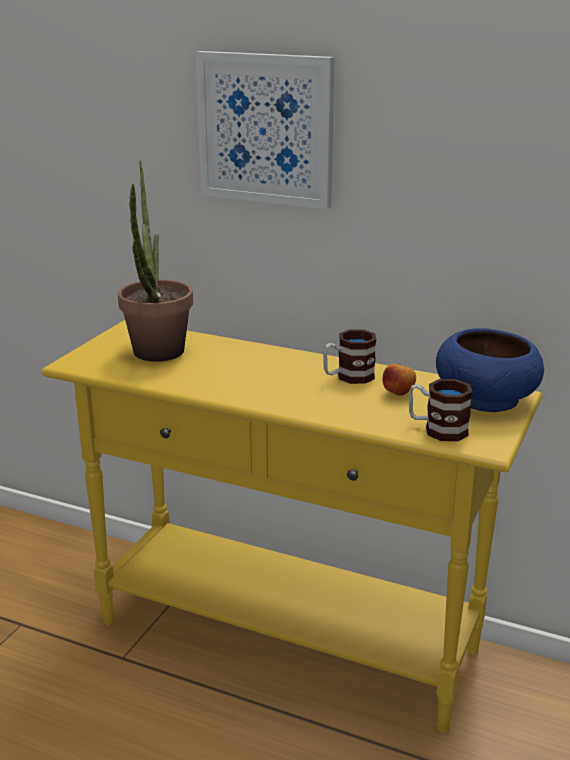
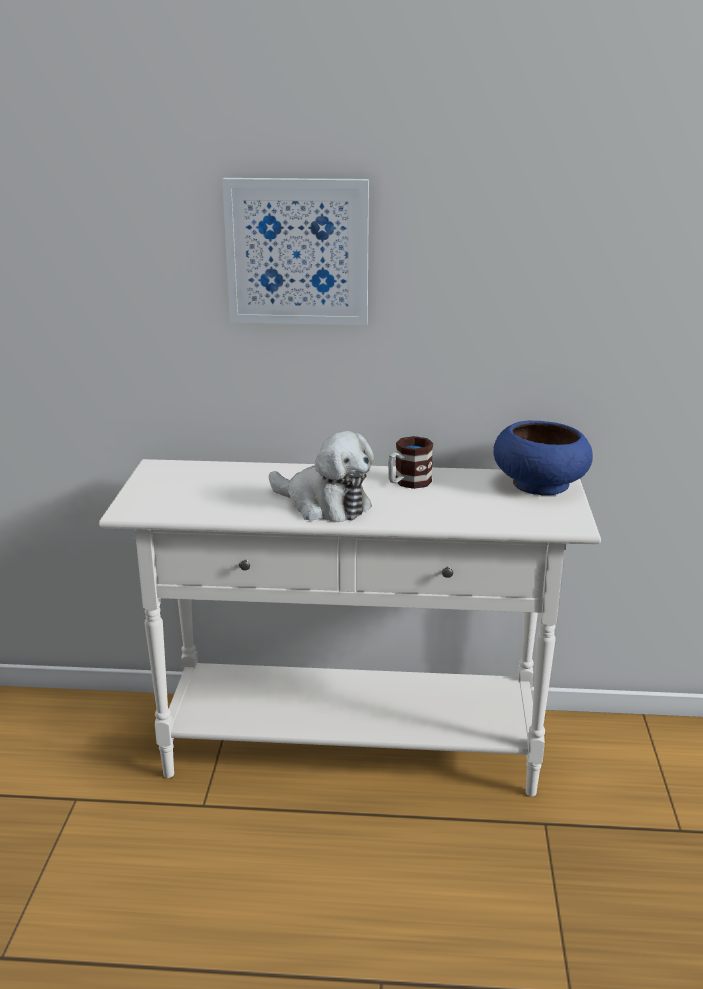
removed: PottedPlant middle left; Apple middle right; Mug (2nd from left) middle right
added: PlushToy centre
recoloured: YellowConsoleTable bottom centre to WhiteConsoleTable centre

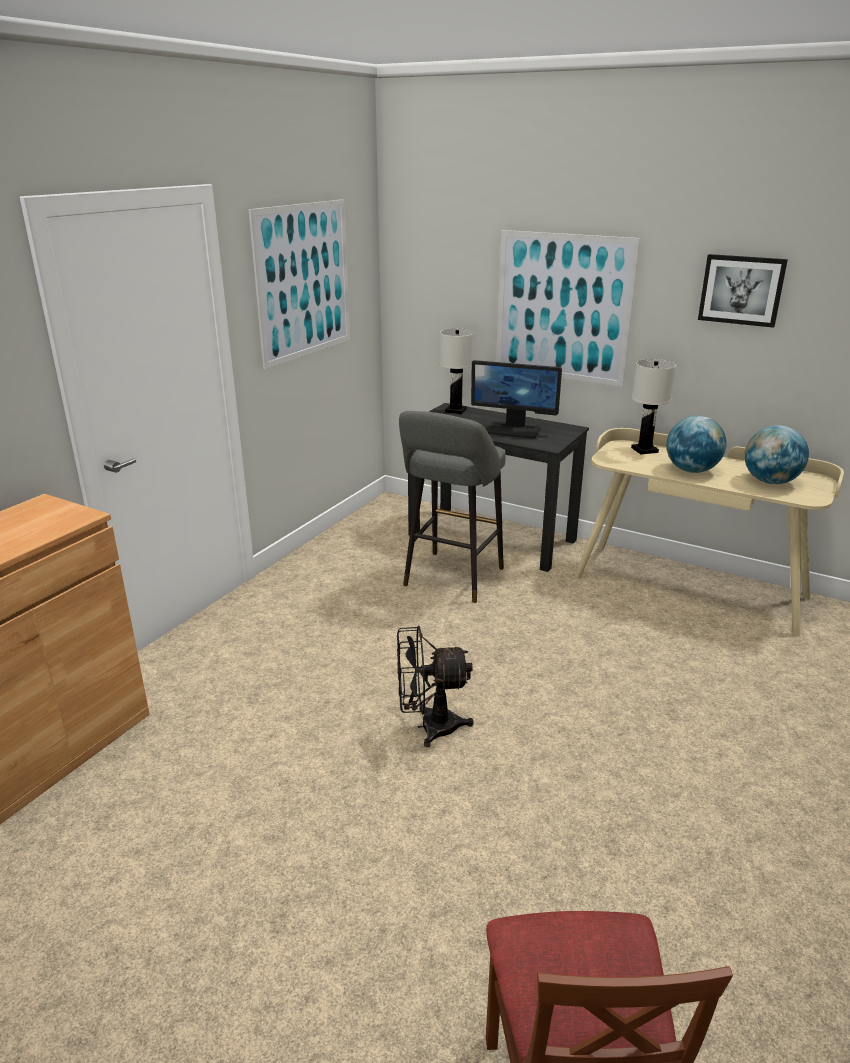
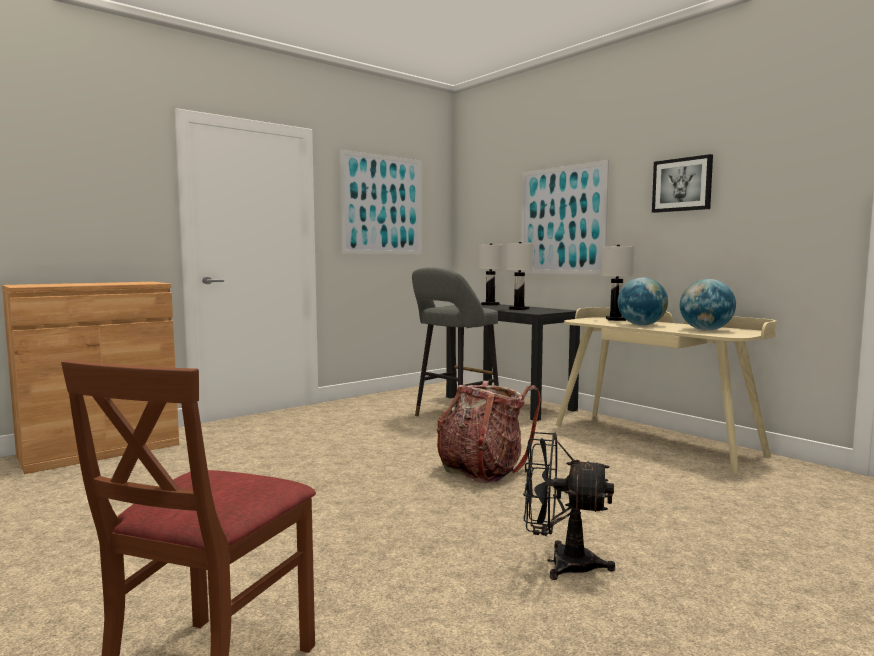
added: Backpack centre
moved: BlackFan centre to bottom centre
replaced: Monitor centre to WhiteTableLamp (2nd from left) centre

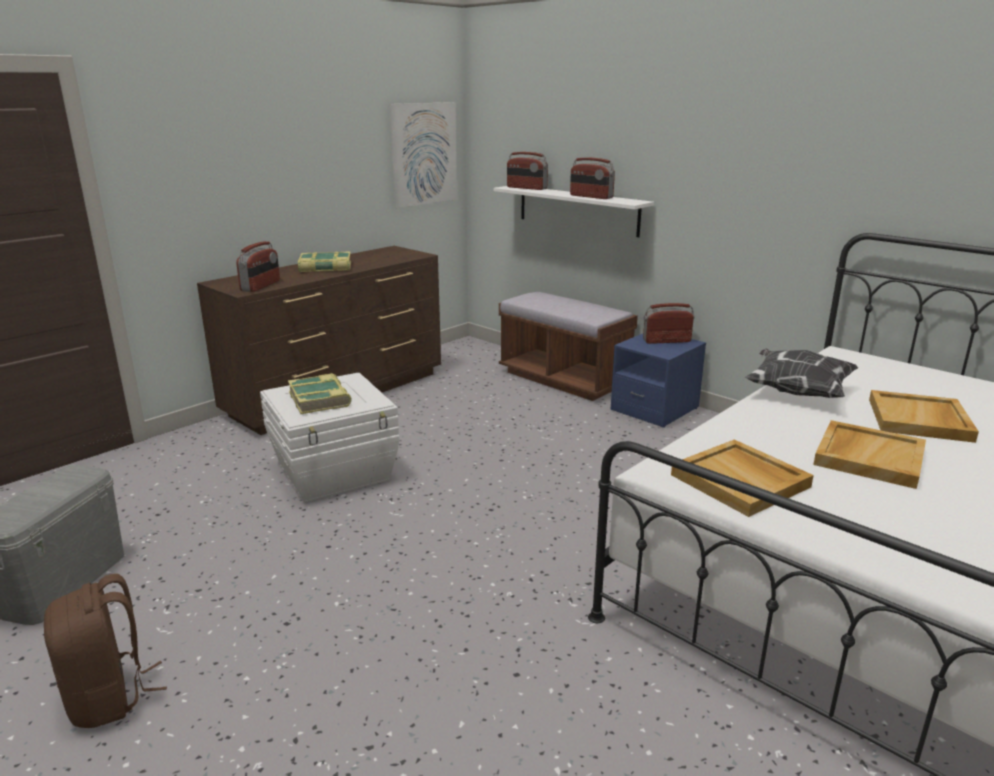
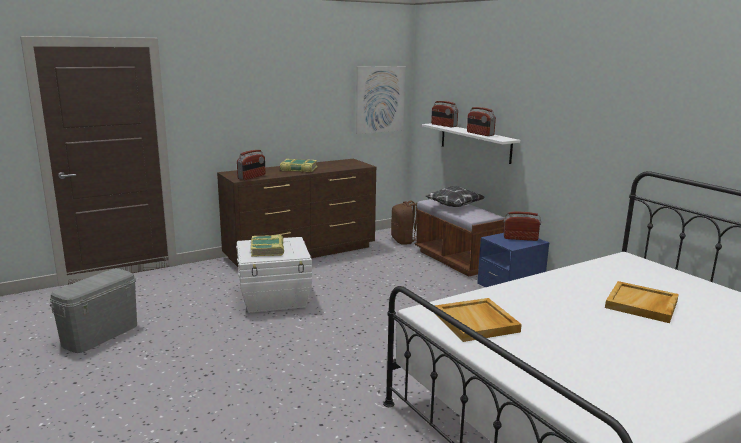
removed: BeigeTray (2nd from left) middle right
moved: BrownBackpack bottom left to centre; Pillow middle right to centre

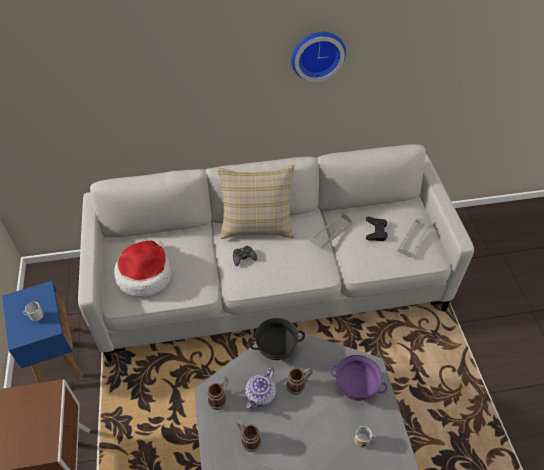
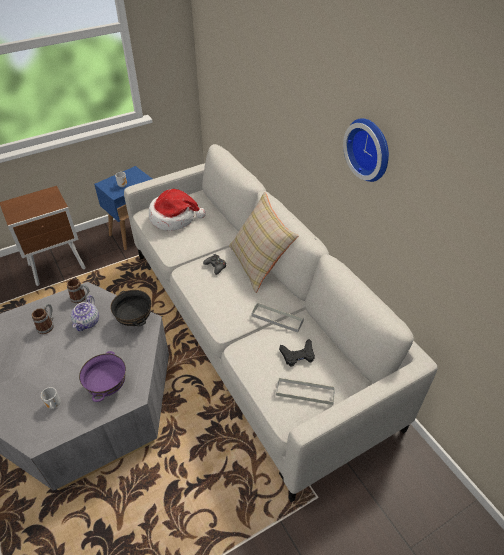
removed: Mug (4th from left) bottom centre
turned: Teapot bottom centre = middle left 90 degrees counterclockwise

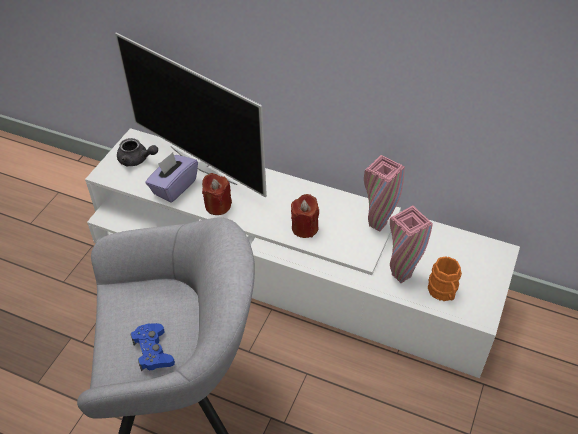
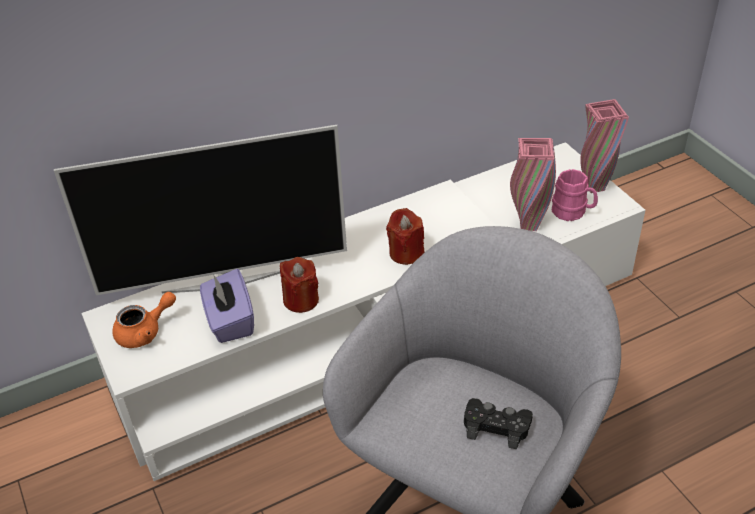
moved: PinkVase (1st from left in the first image) centre to PinkVase (2nd from left) top right
recoloured: GreyTeapot middle left to OrangeTeapot middle left; BlueGameController bottom left to BlackGameController bottom centre; OrangeMug middle right to PinkMug middle right

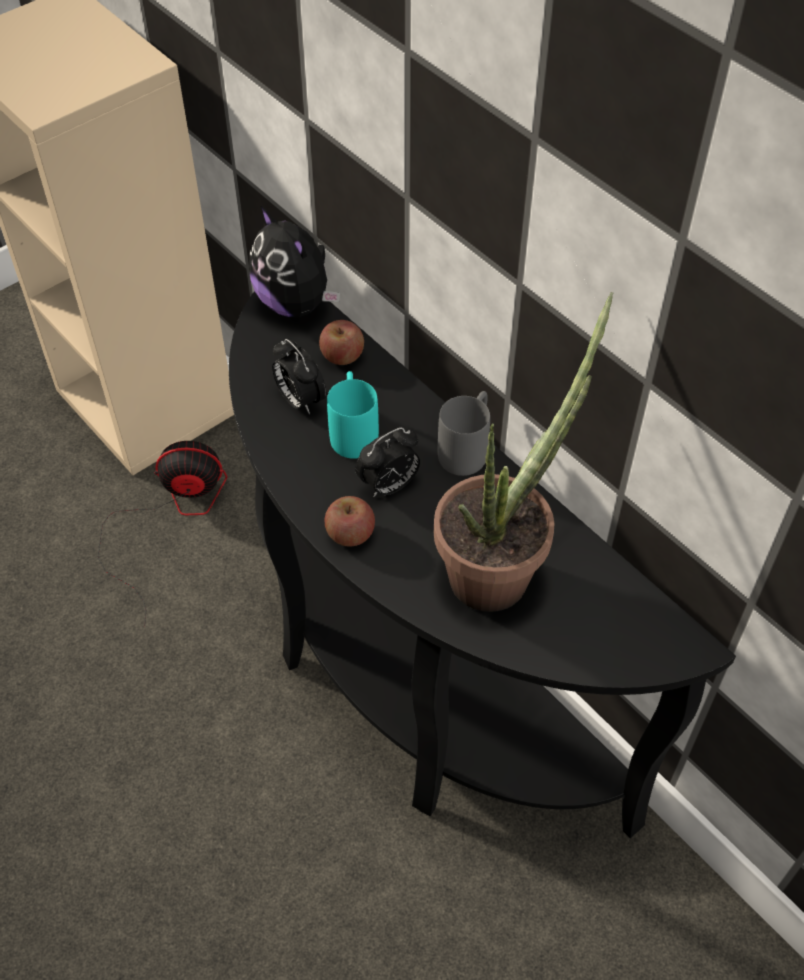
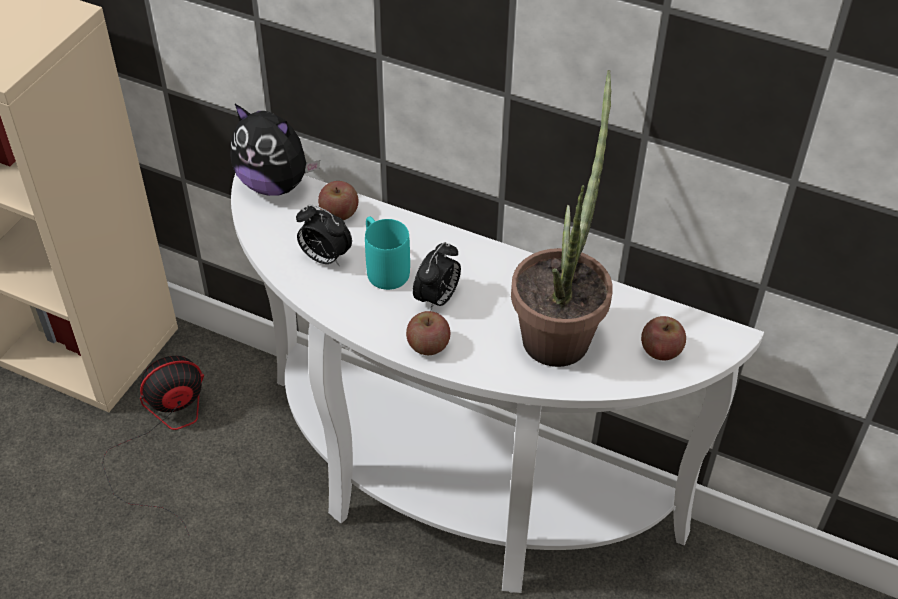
removed: GreyMug centre
added: Apple (3rd from left) middle right
recoloured: BlackConsoleTable centre to WhiteConsoleTable centre

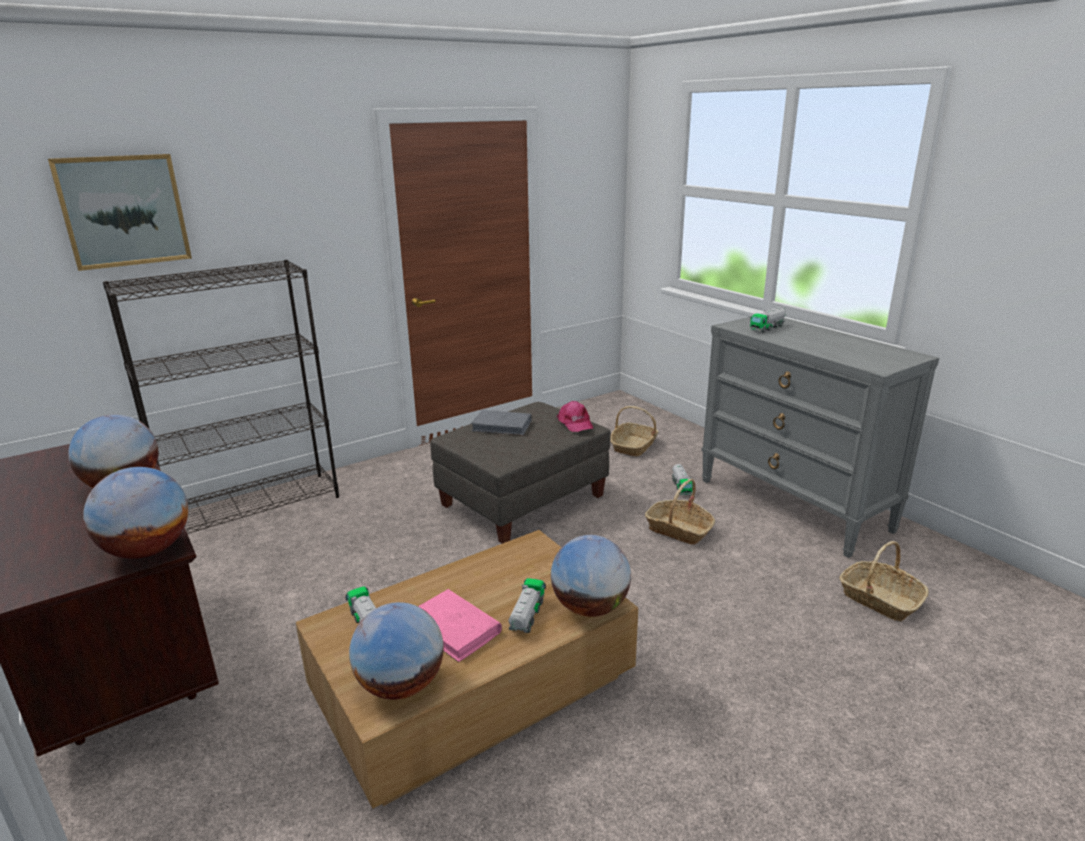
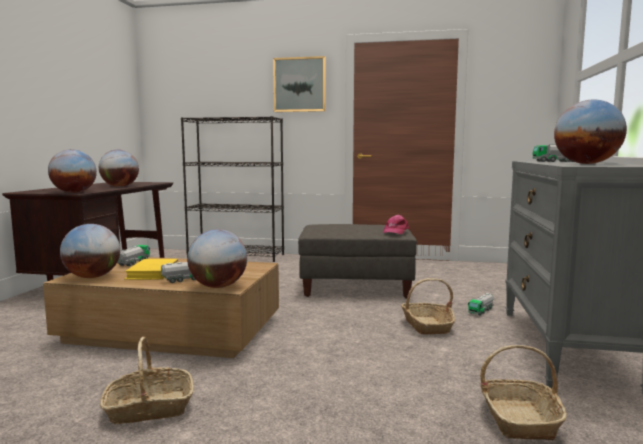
removed: GreyBook centre
added: Globe (5th from left) top right
moved: Picture top left to top centre; Basket (1st from left) centre to bottom left
recoloured: PinkBook bottom centre to YellowBook middle left

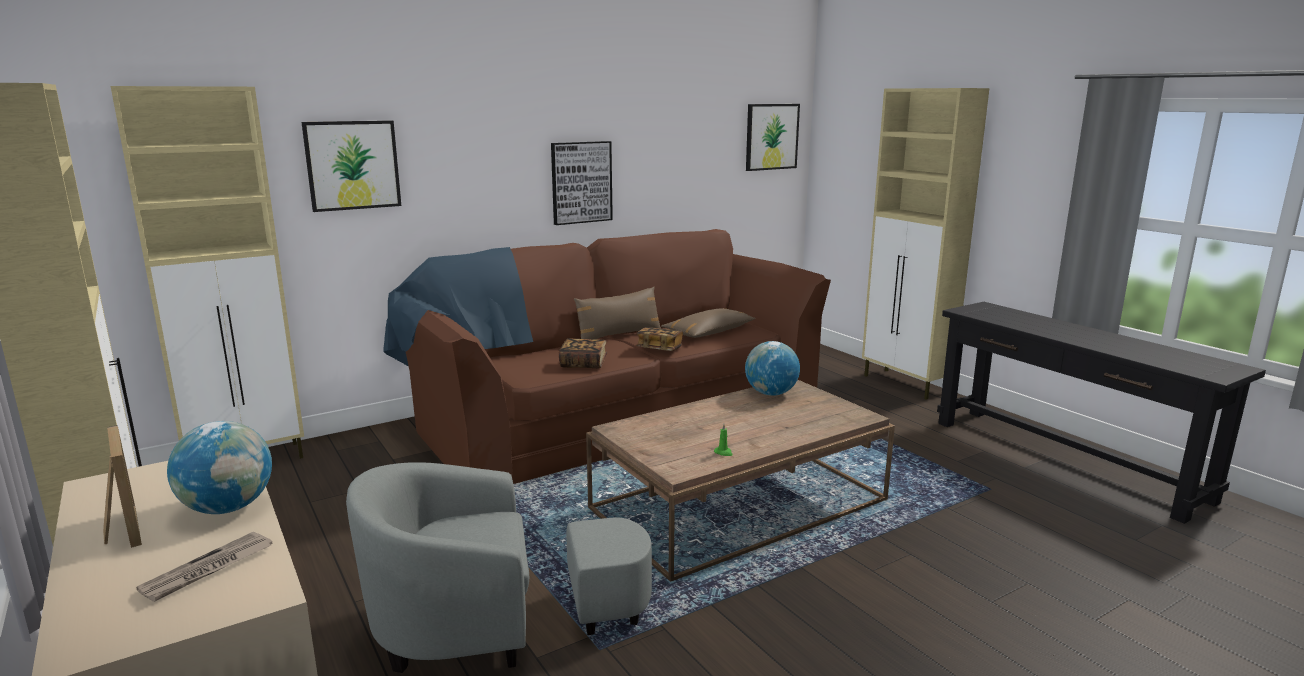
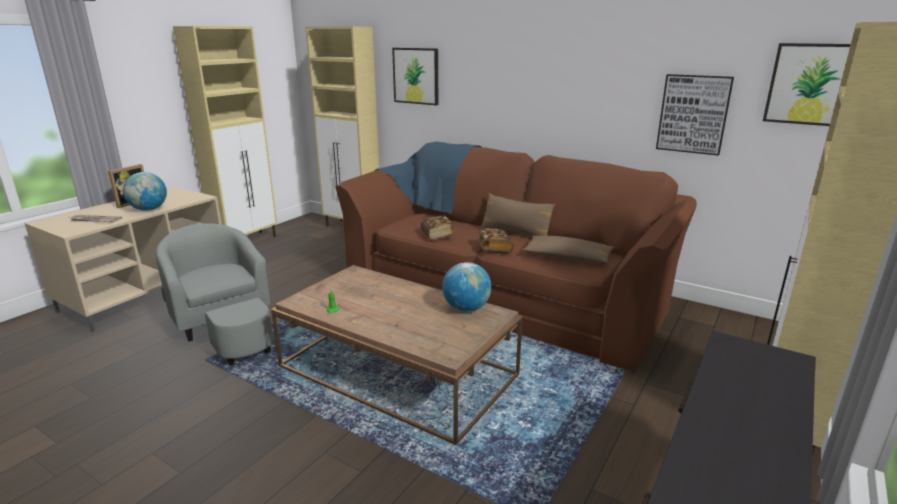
moved: Picture (2nd from left) top centre to top right

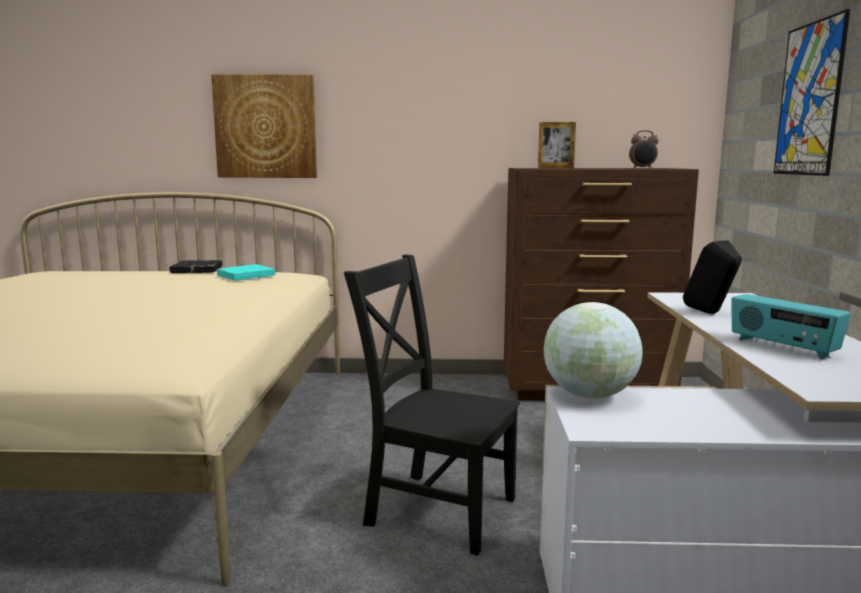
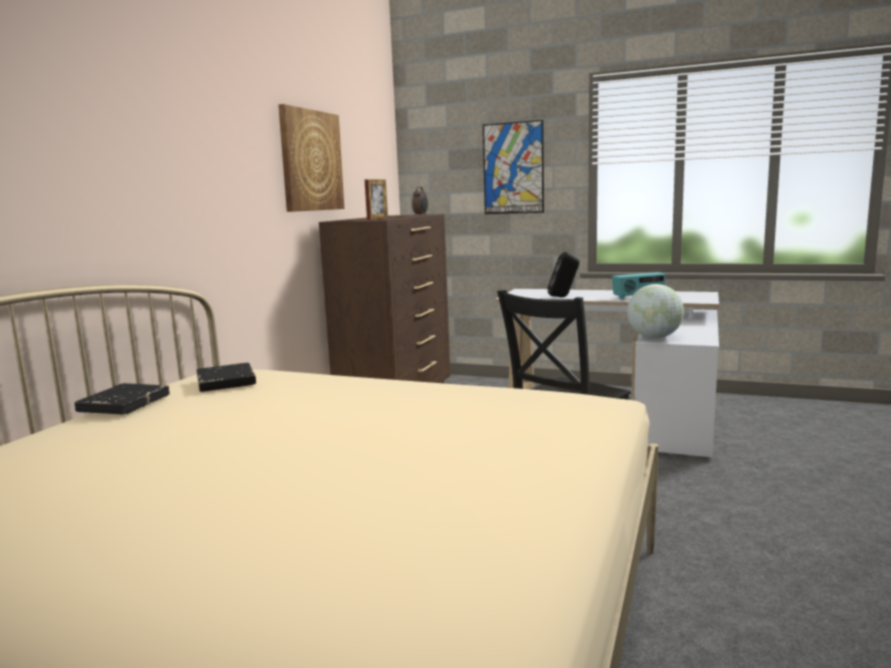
moved: Picture (1st from left) top left to top centre
recoloured: TurquoiseBook middle left to BlackBook (2nd from left) middle left

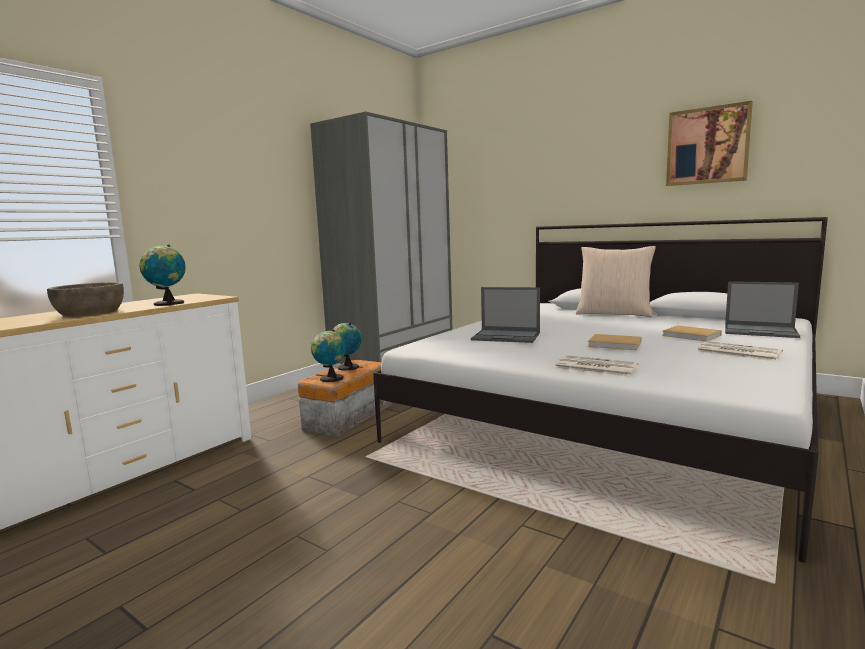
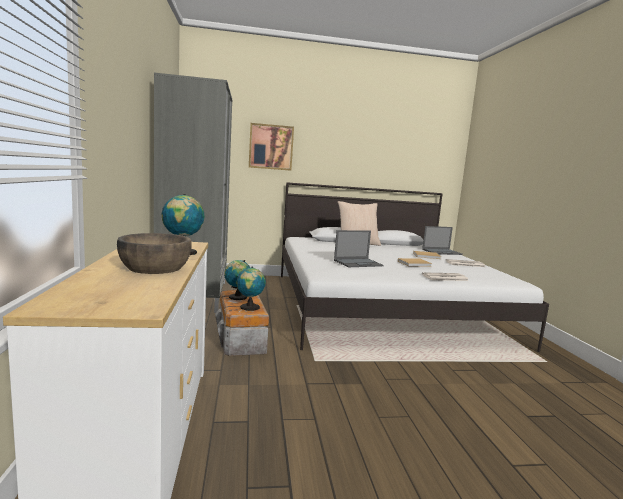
moved: Picture top right to top centre

